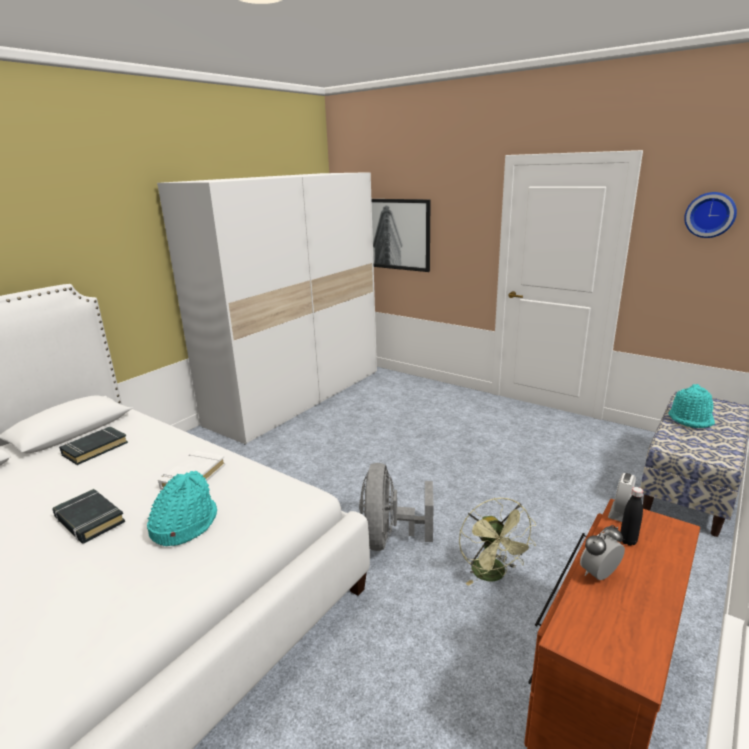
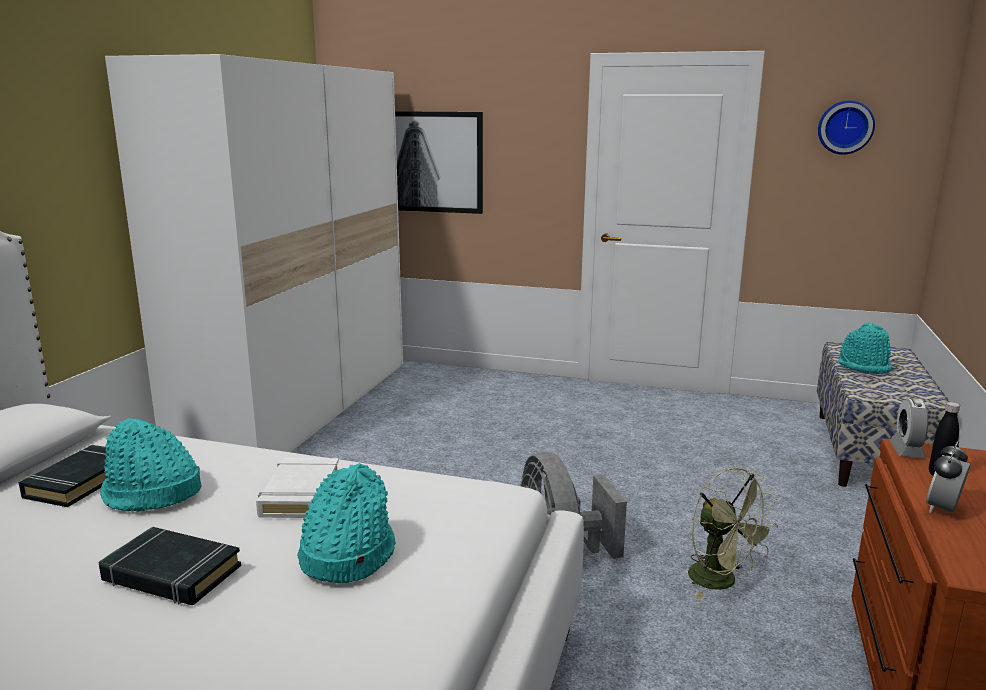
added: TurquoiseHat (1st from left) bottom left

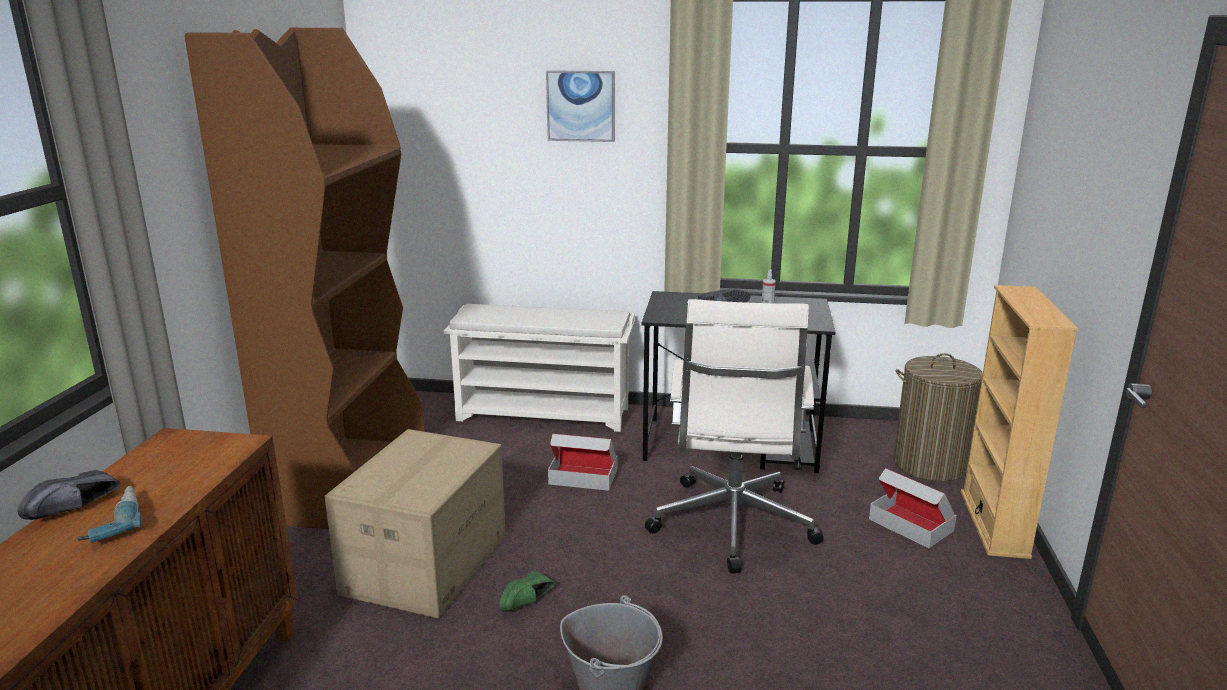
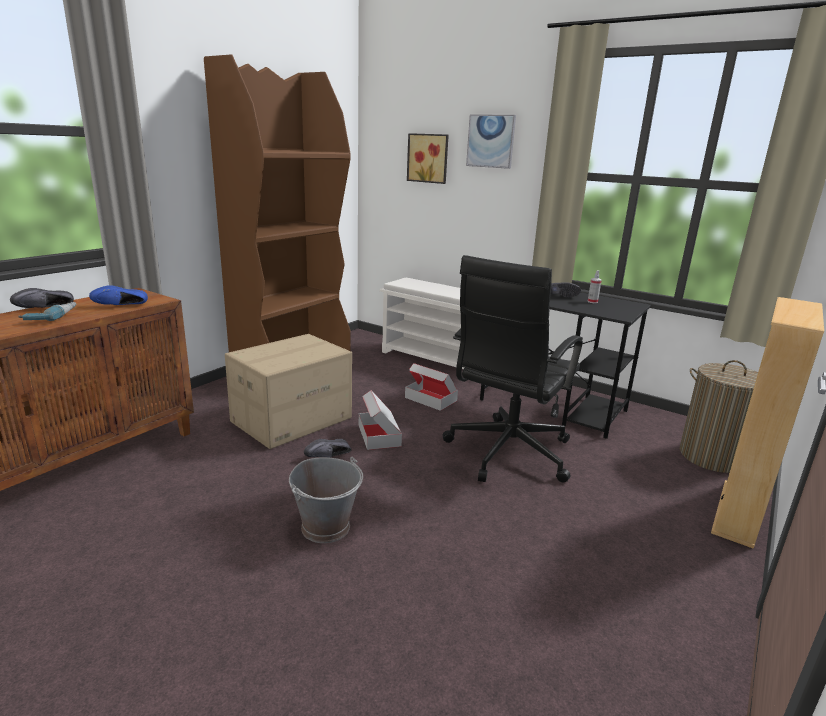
added: BlueShoe middle left; Picture (1st from left) top centre
moved: CardboardBox (3rd from left in the first image) bottom right to CardboardBox (2nd from left) centre
recoloured: GreenShoe bottom centre to BlackShoe (2nd from left) centre; WhiteOfficeChair centre to BlackOfficeChair centre

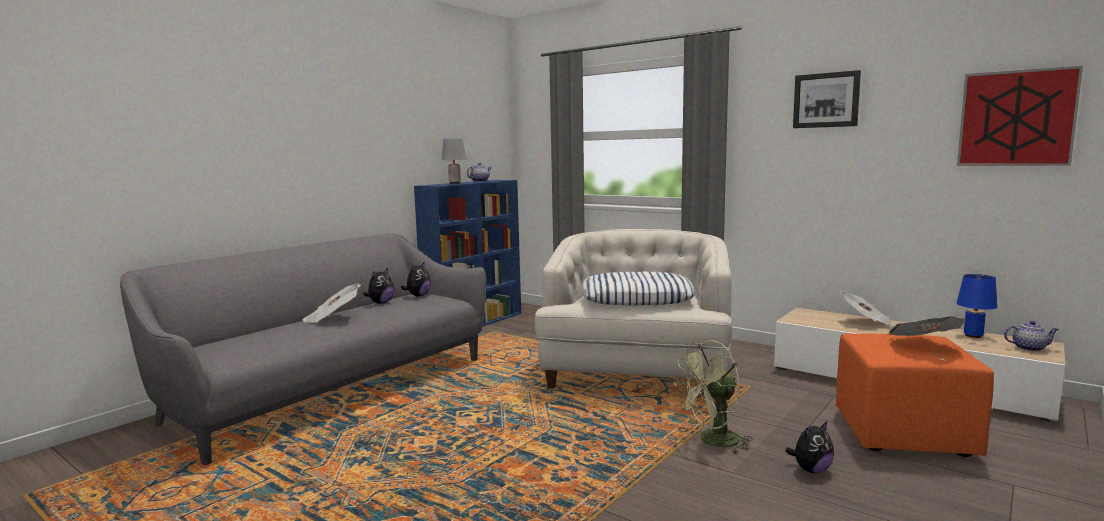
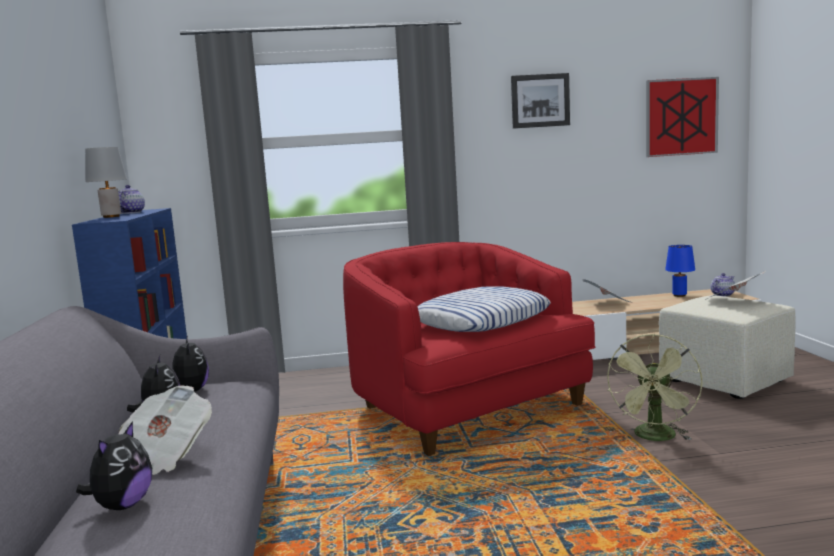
moved: PlushToy (3rd from left in the first image) bottom right to PlushToy (1st from left) bottom left
recoloured: WhiteArmchair centre to RedArmchair centre; OrangeOttoman bottom right to BeigeOttoman middle right

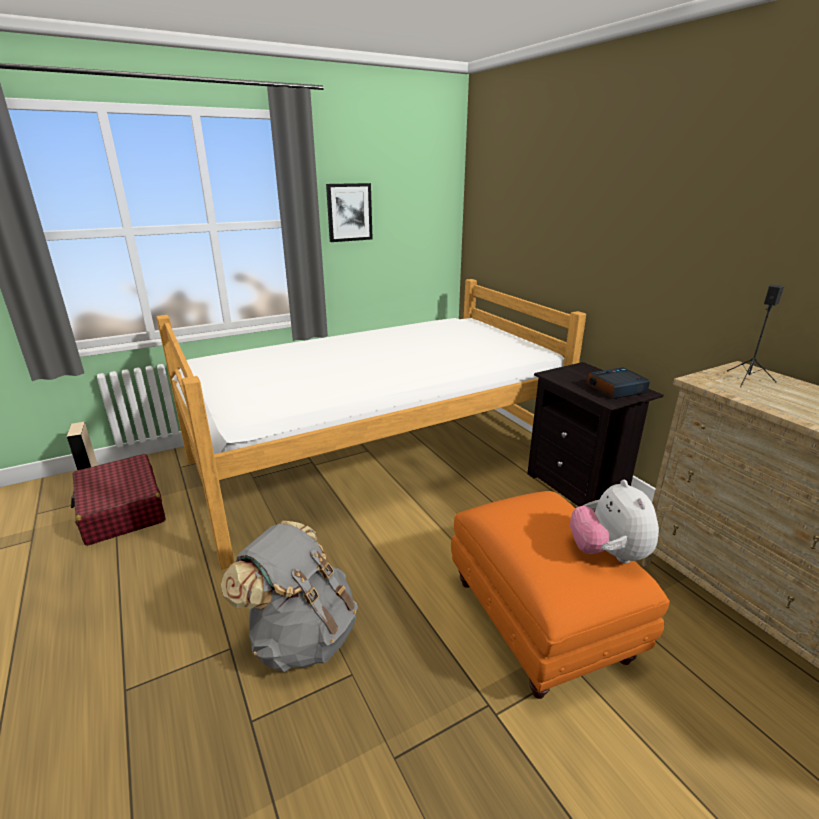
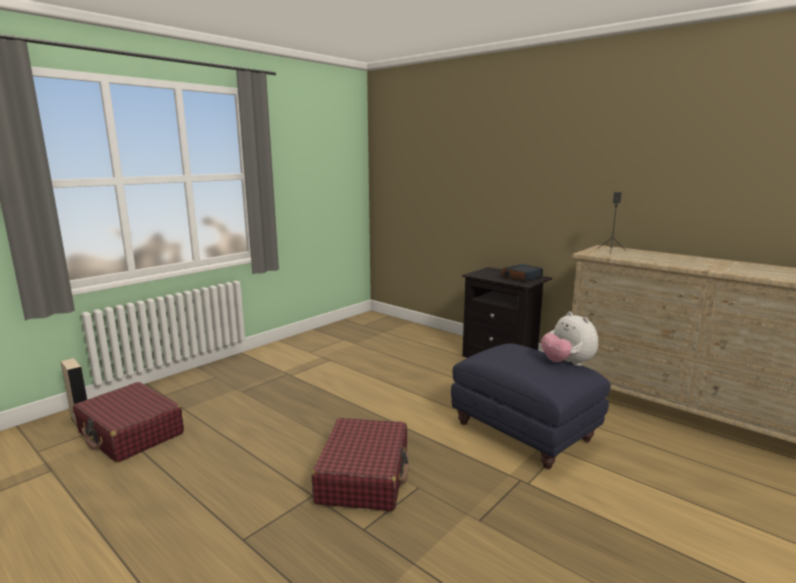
removed: Bed centre; Picture top centre
replaced: GreyBackpack bottom centre to RedSuitcase (2nd from left) bottom centre
recoloured: OrangeOttoman bottom right to BlueOttoman bottom right

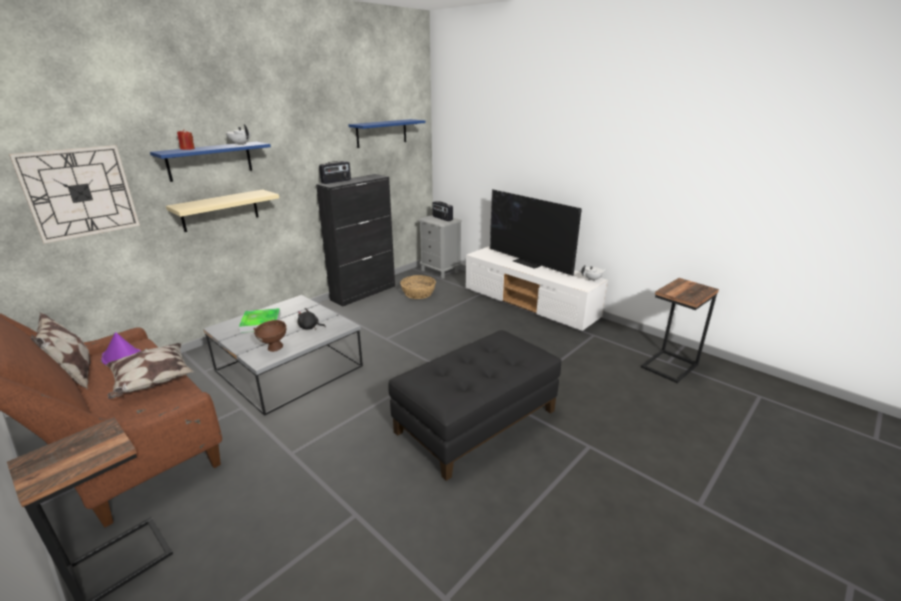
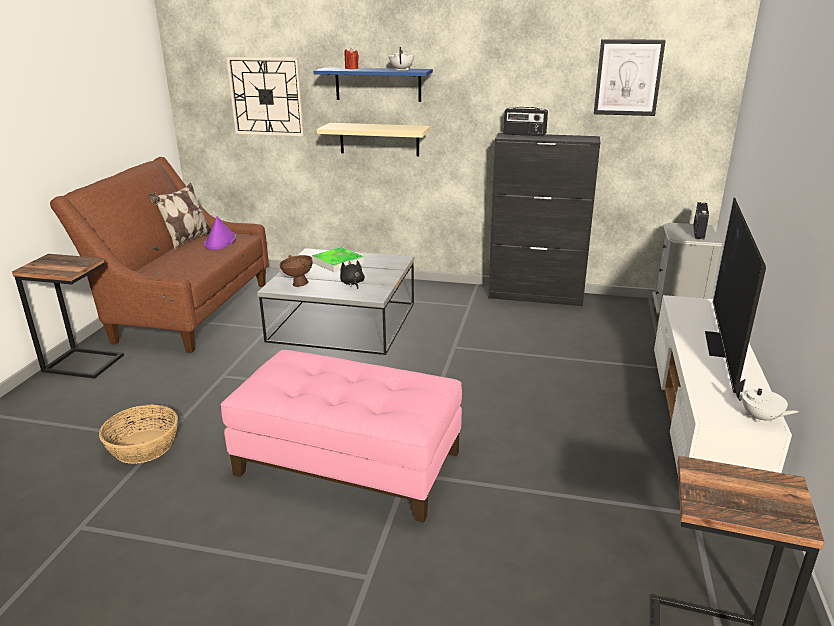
removed: Pillow (2nd from left) middle left
moved: Basket centre to bottom left
replaced: BlueShelf (2nd from left) top centre to Picture top right
recoloured: BlackOttoman bottom centre to PinkOttoman bottom centre

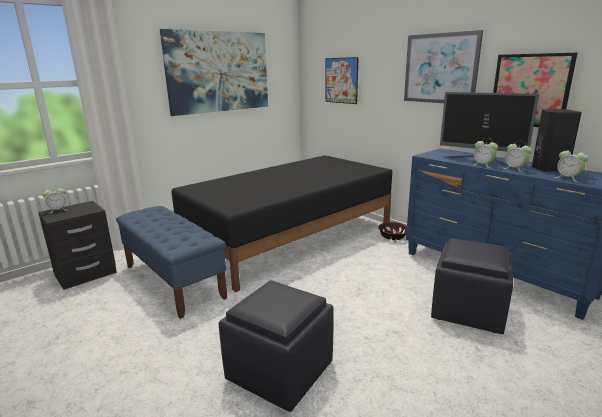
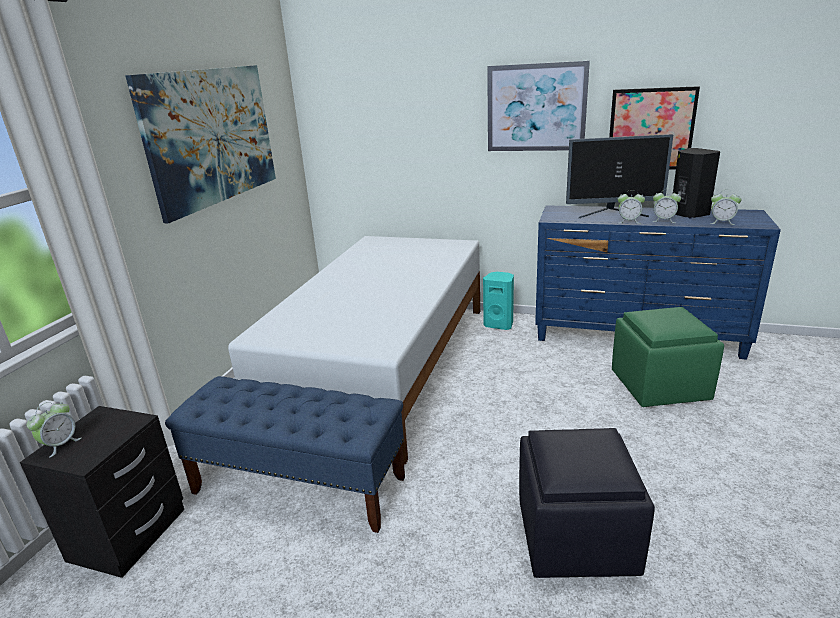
removed: Picture (2nd from left) top centre
replaced: Bowl centre to TurquoiseSpeaker centre
recoloured: BlackBed centre to WhiteBed centre; BlackOttoman (2nd from left) bottom right to GreenOttoman middle right

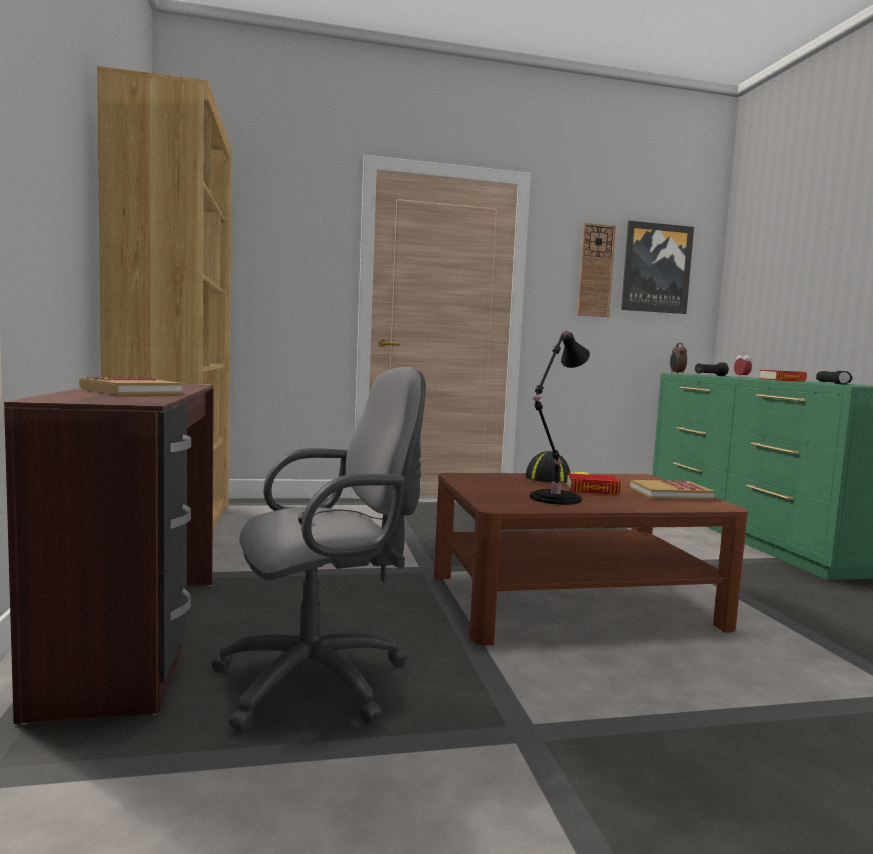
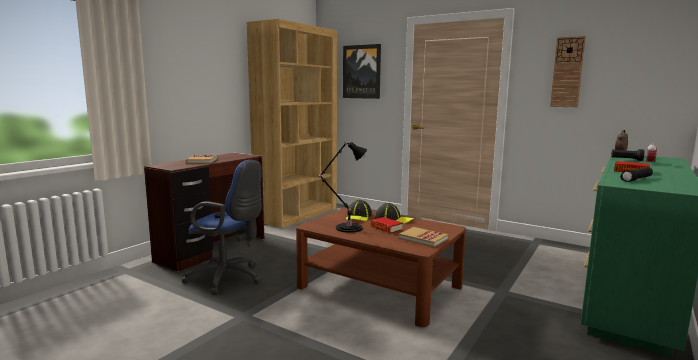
added: Cap (1st from left) centre
moved: Picture top right to top centre
recoloured: GreyOfficeChair centre to BlueOfficeChair middle left

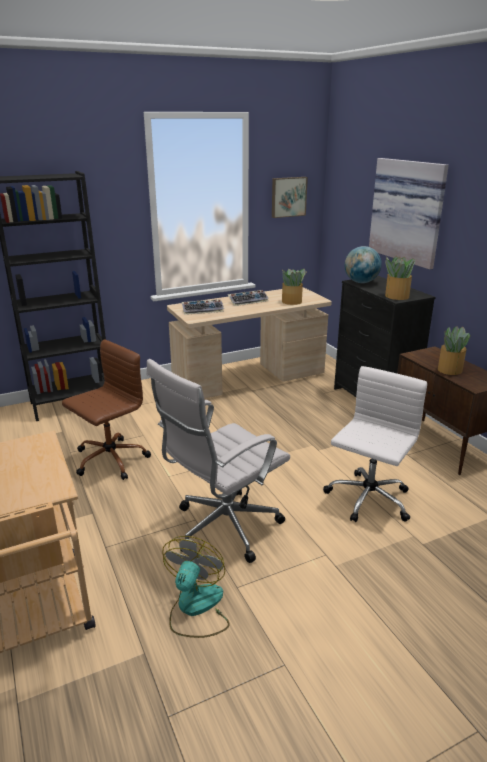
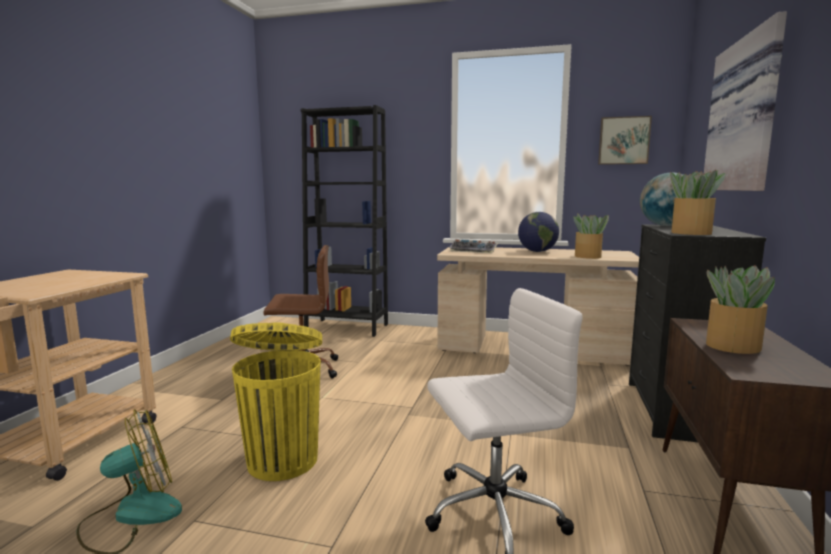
replaced: WhiteOfficeChair (1st from left) centre to YellowTrashCan bottom left; Keyboard (2nd from left) centre to Globe (1st from left) centre

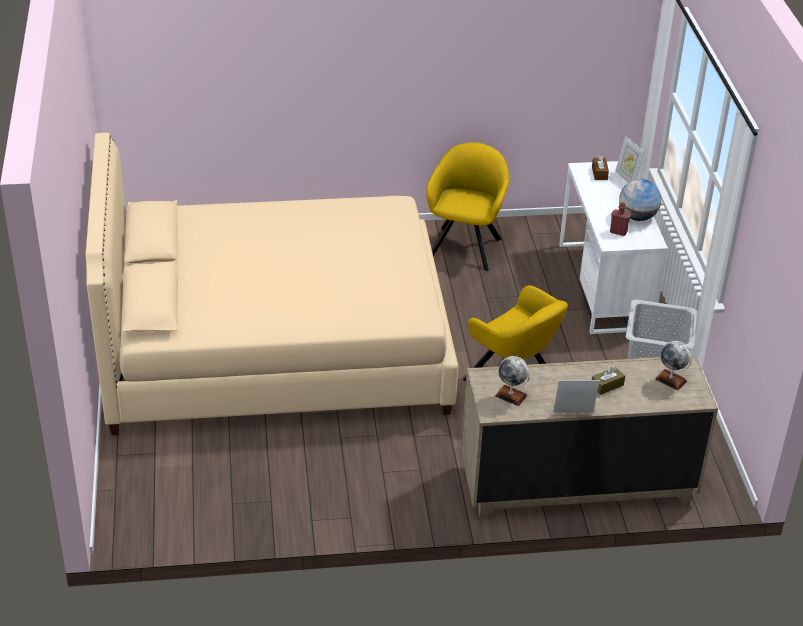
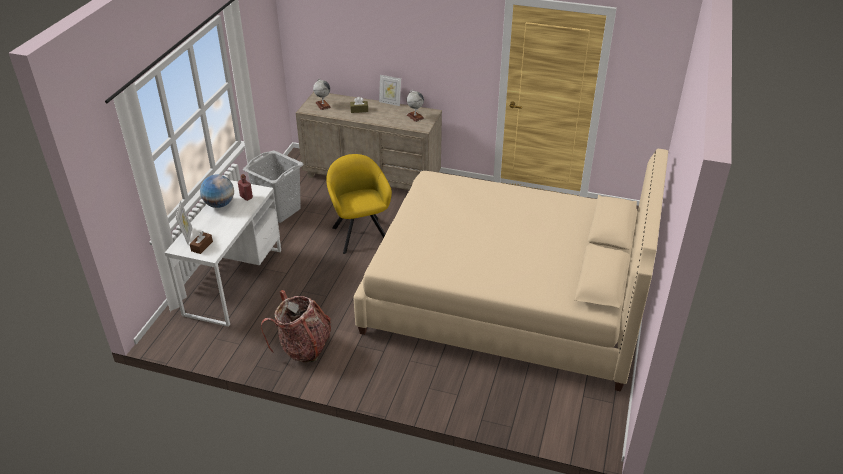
replaced: YellowArmchair (1st from left) top centre to Backpack bottom centre

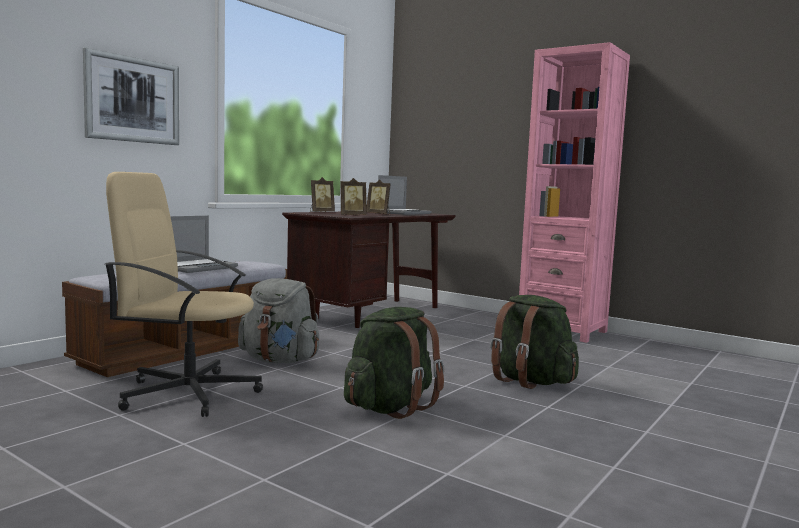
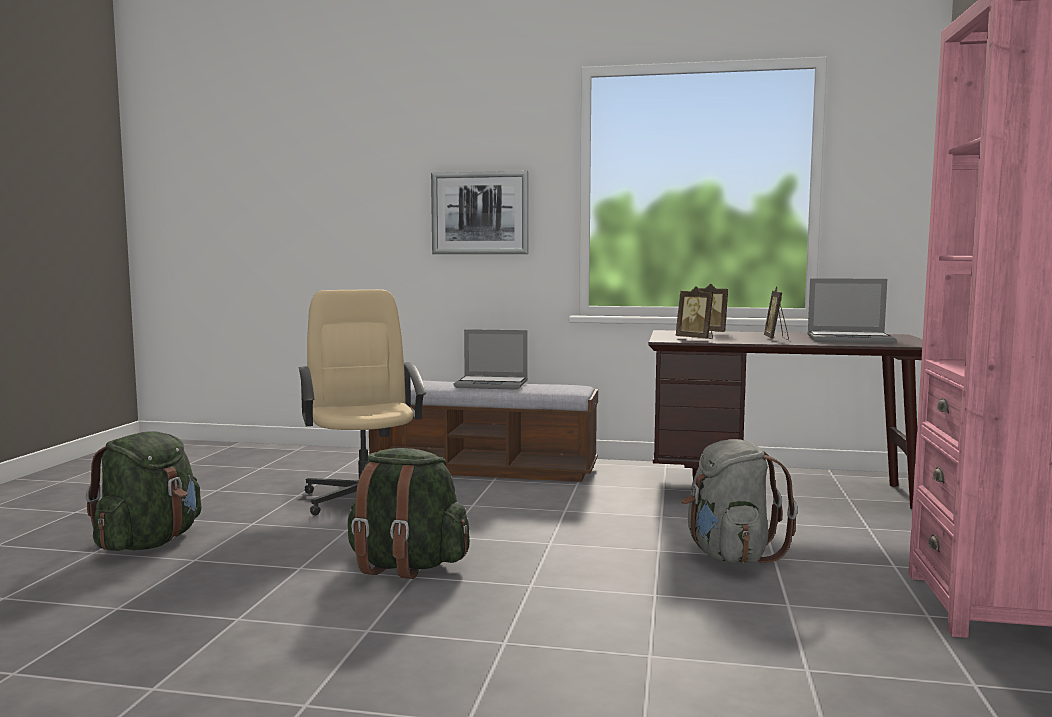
moved: GreyBackpack centre to bottom right; GreenBackpack (2nd from left in the first image) middle right to GreenBackpack (1st from left) bottom left

